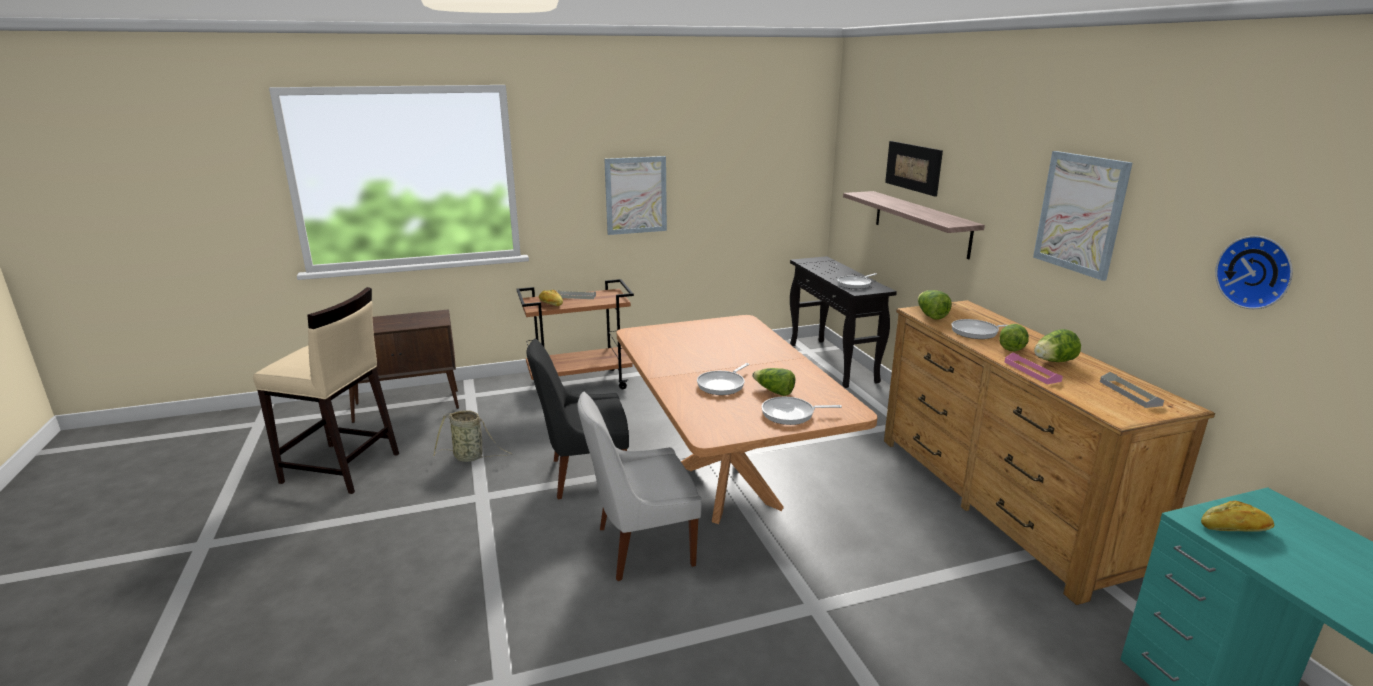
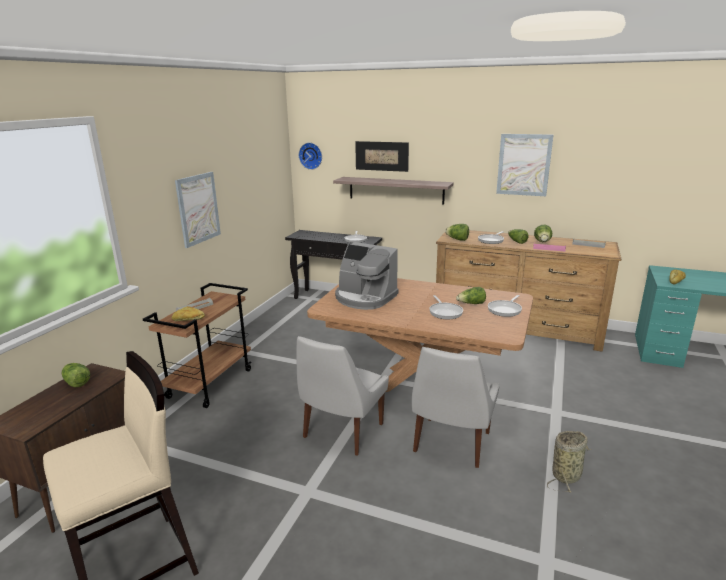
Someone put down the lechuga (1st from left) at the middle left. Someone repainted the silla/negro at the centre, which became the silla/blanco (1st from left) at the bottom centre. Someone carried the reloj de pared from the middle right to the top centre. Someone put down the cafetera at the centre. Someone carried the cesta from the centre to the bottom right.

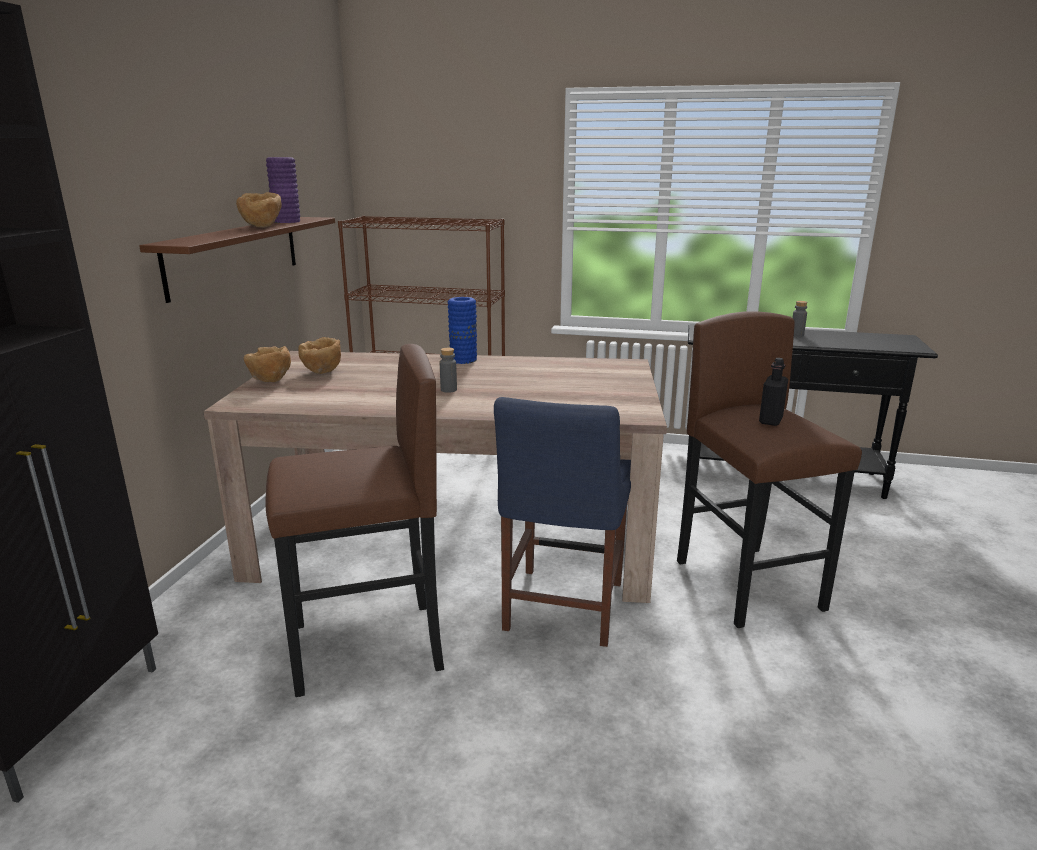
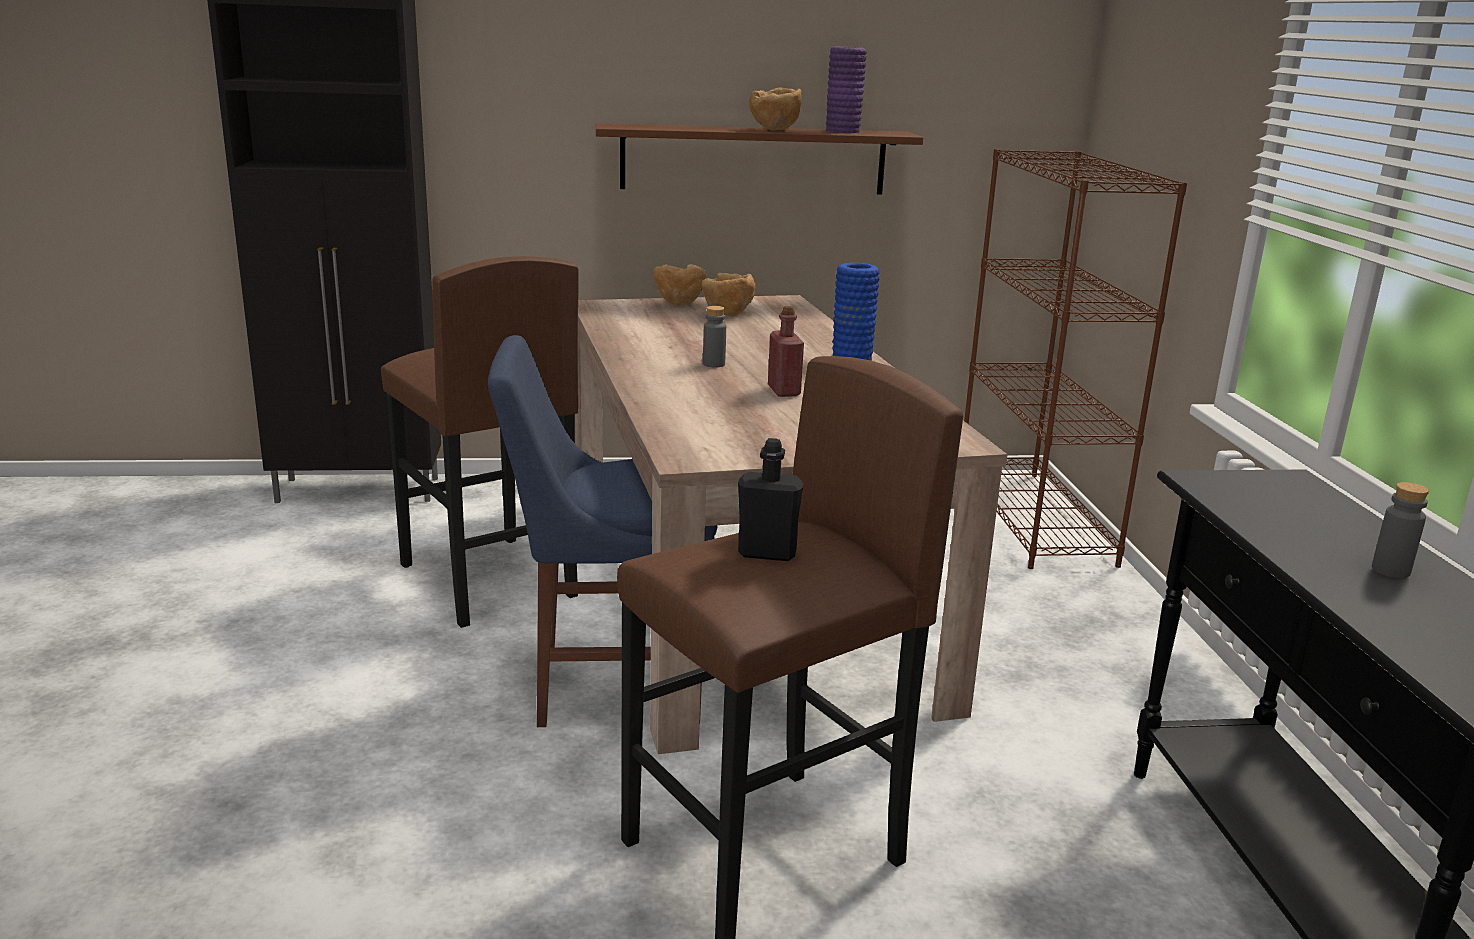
Someone put down the botella/rojo at the centre.

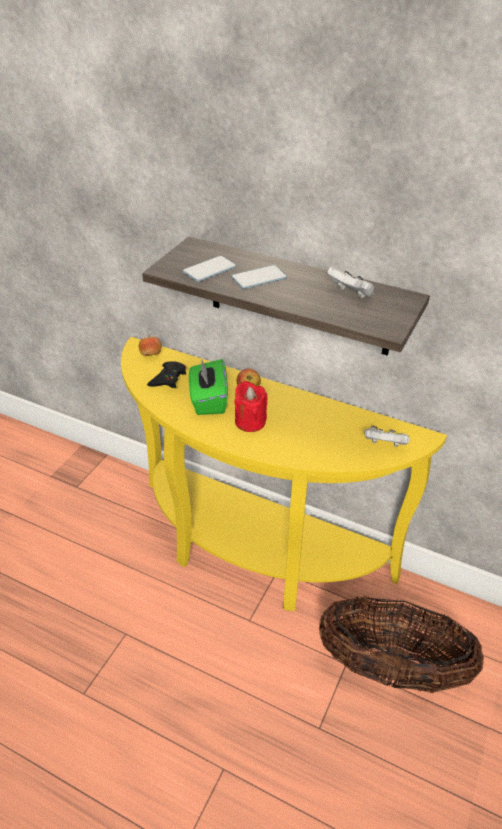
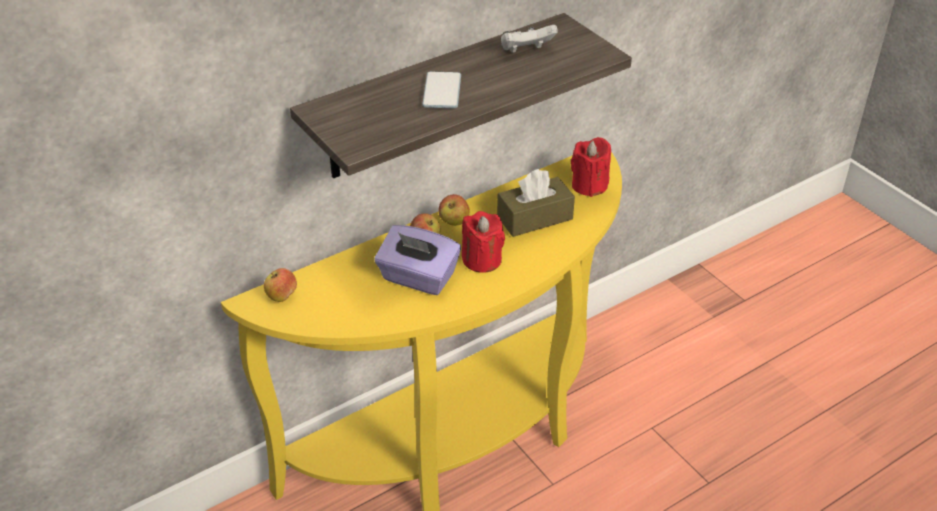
Someone repainted the caja de pañuelos/verde at the centre, which became the caja de pañuelos/morado at the centre. Someone put down the manzana (3rd from left) at the centre. Someone put down the caja de pañuelos/marrón at the centre. Someone swapped the mando de consola/blanco (2nd from left) at the middle right for the vela/rojo (2nd from left) at the top centre. Someone took away the mando de consola/negro at the middle left. Someone took away the móvil (1st from left) at the top centre. Someone took away the cesta at the bottom right.

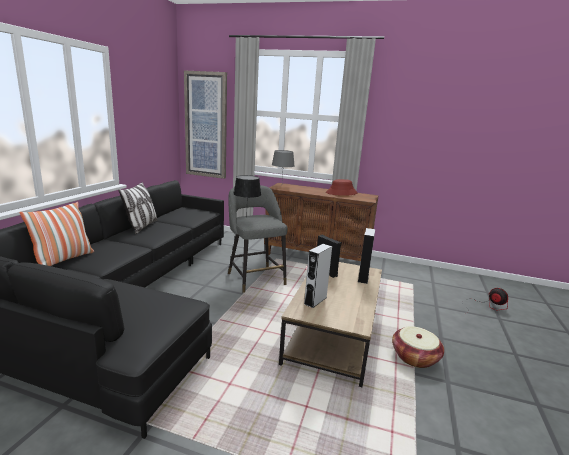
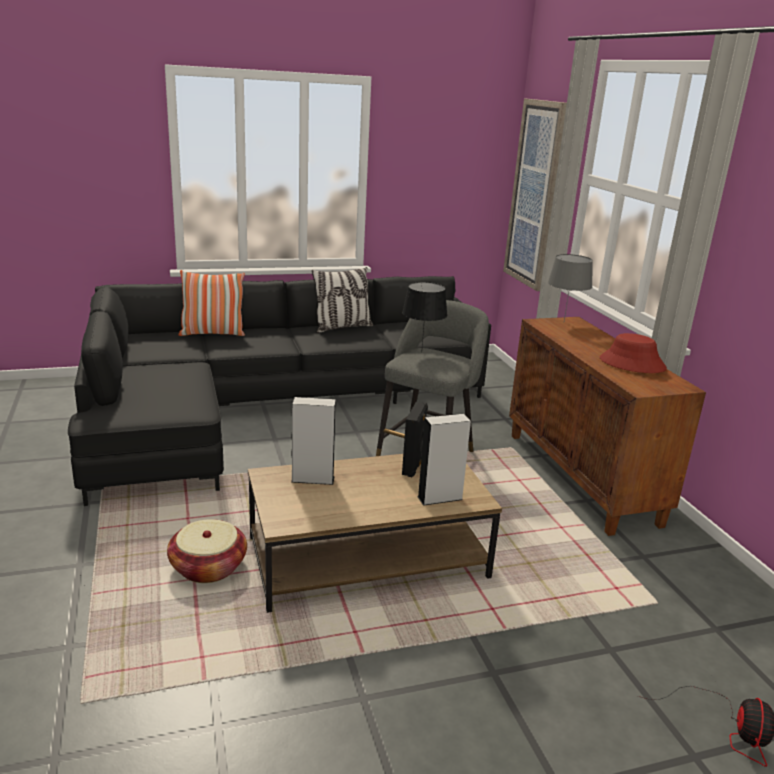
Someone carried the cesta from the bottom right to the bottom left.

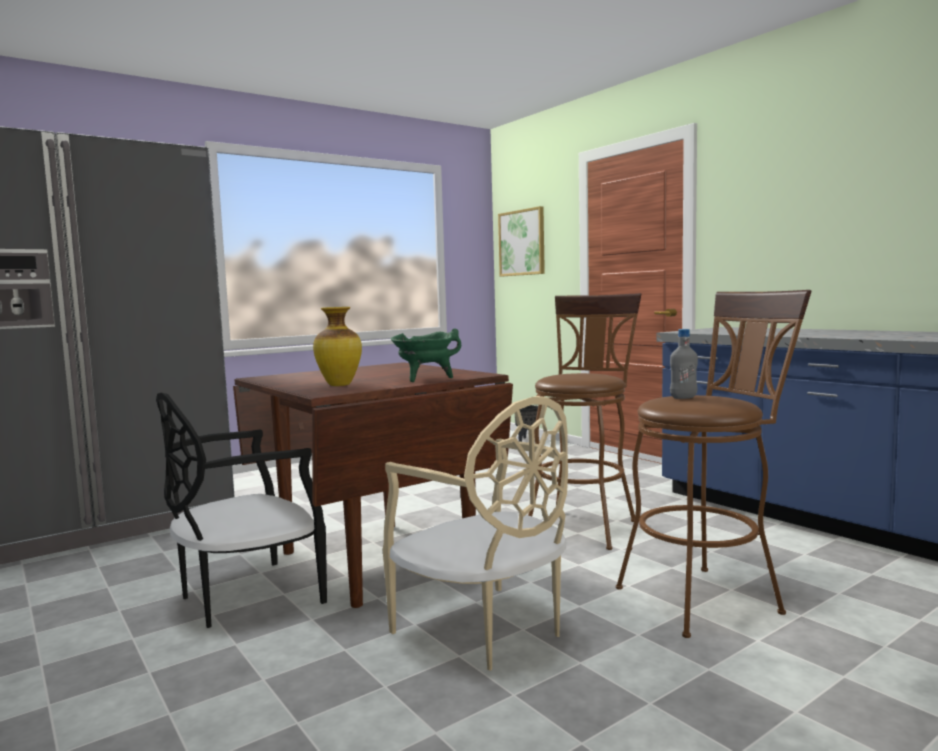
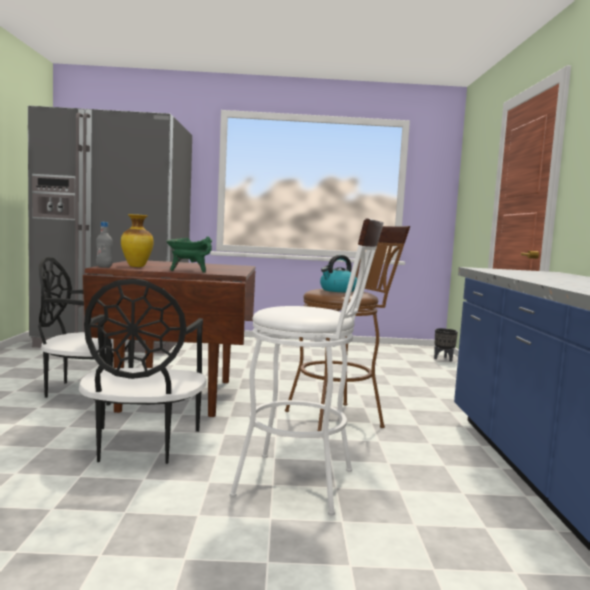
Someone repainted the silla/beis at the bottom centre, which became the silla/negro (2nd from left) at the middle left. Someone carried the botella/gris from the middle right to the middle left. Someone repainted the taburete/marrón (2nd from left) at the middle right, which became the taburete/blanco at the centre. Someone put down the hervidor at the centre. Someone took away the cuadro at the top centre.

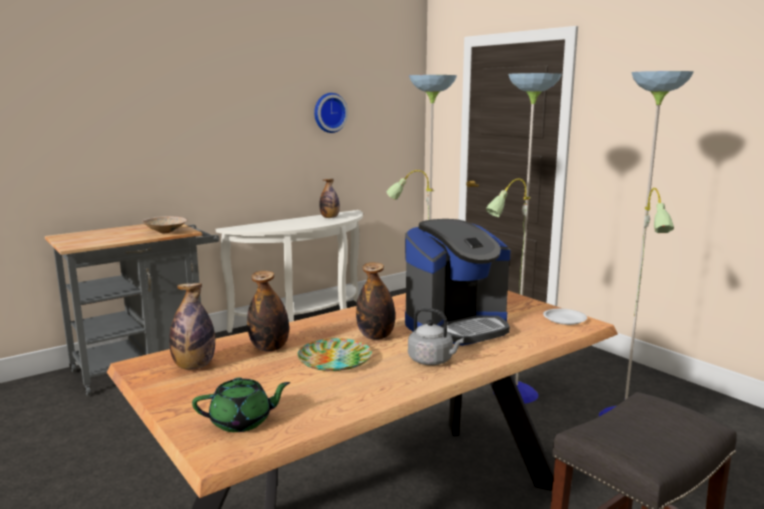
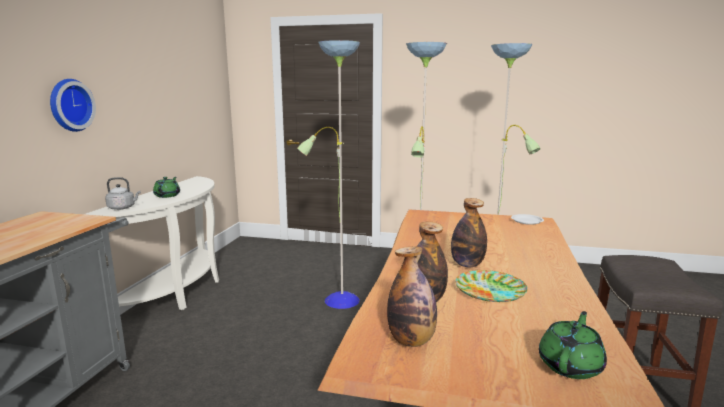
Someone carried the reloj de pared from the top centre to the top left. Someone carried the hervidor/gris from the centre to the middle left. Someone put down the tetera/verde (1st from left) at the middle left. Someone took away the cuenco/beis at the middle left. Someone took away the botella (3rd from left) at the centre. Someone took away the cafetera at the centre.

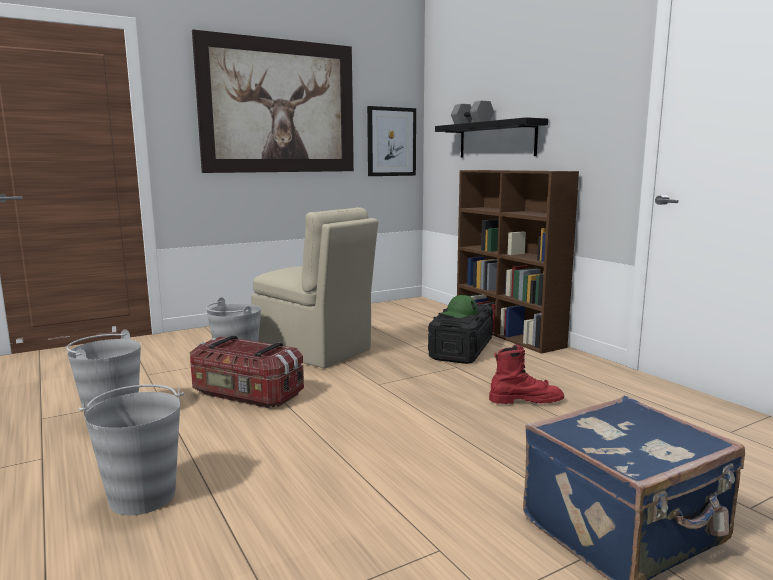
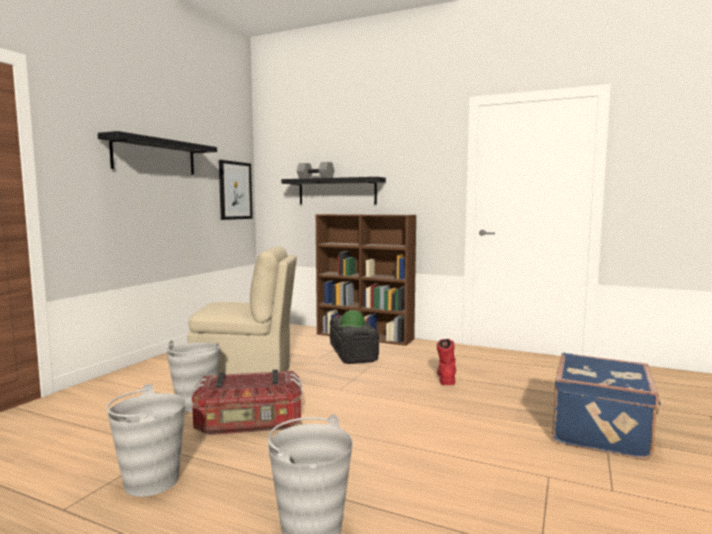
Someone swapped the cuadro (1st from left) at the top centre for the estante/negro (1st from left) at the top left. Someone rotated the bota/rojo at the middle right by 45 degrees counterclockwise.

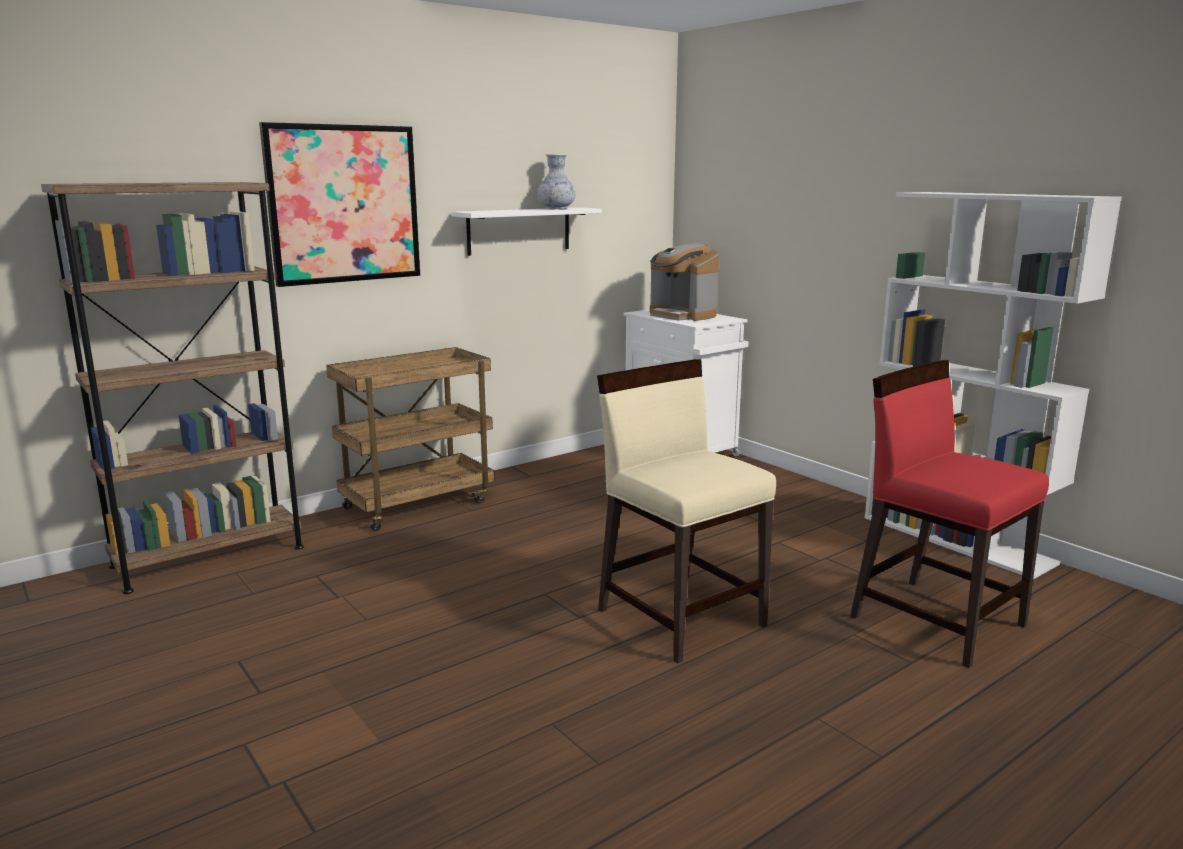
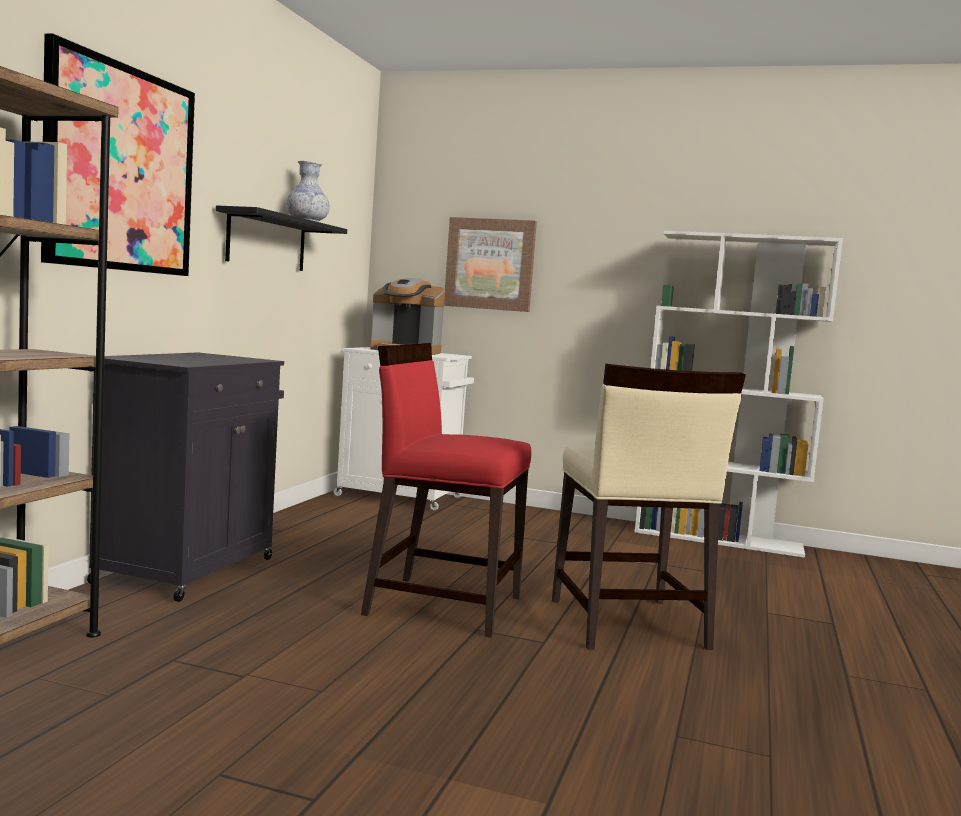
Someone swapped the carrito/marrón at the centre for the armario/negro at the middle left. Someone repainted the estante/blanco at the top centre, which became the estante/negro at the top left. Someone carried the silla/rojo from the middle right to the centre. Someone put up the cuadro (2nd from left) at the top centre. Someone rotated the silla/beis at the centre by 120 degrees counterclockwise.

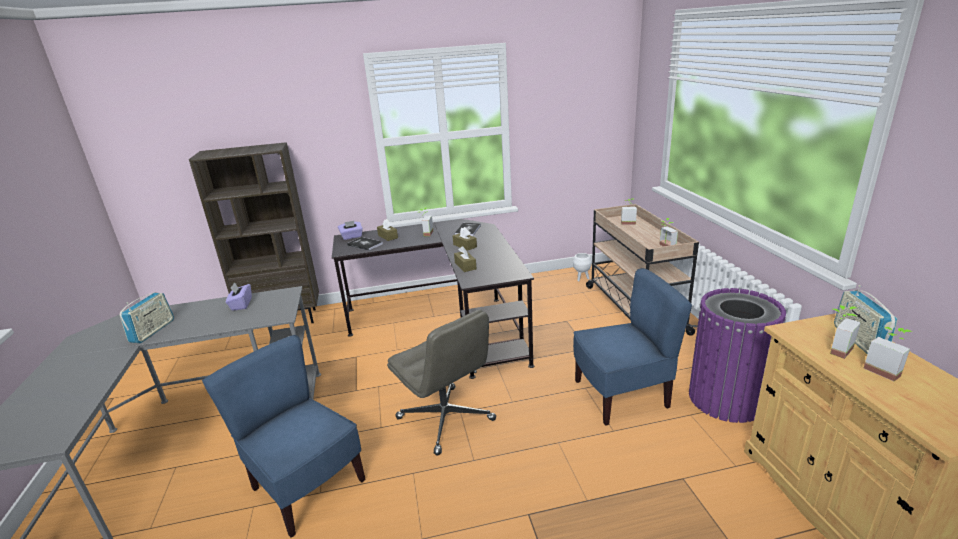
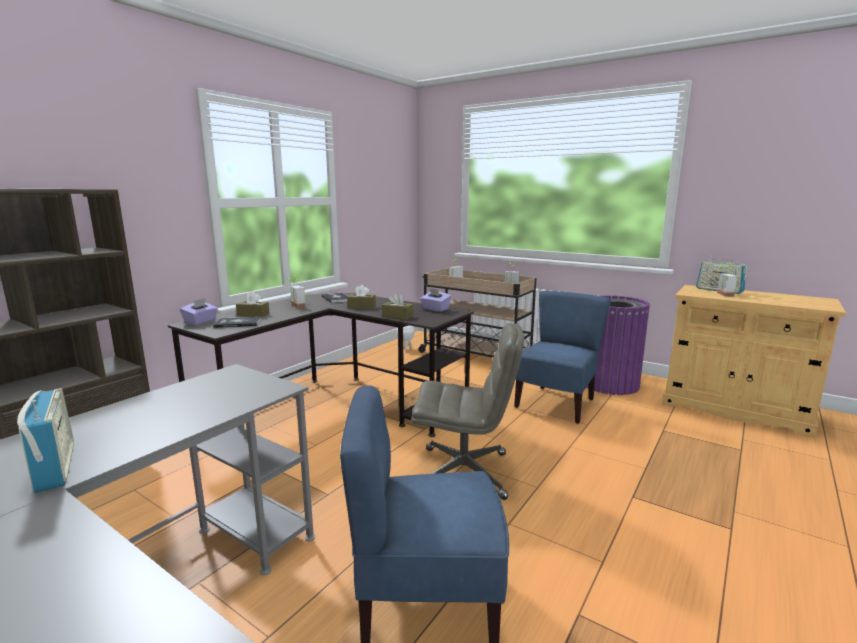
Someone carried the caja de pañuelos/morado (1st from left in the first image) from the middle left to the centre. Someone took away the planta en maceta (5th from left) at the middle right.

